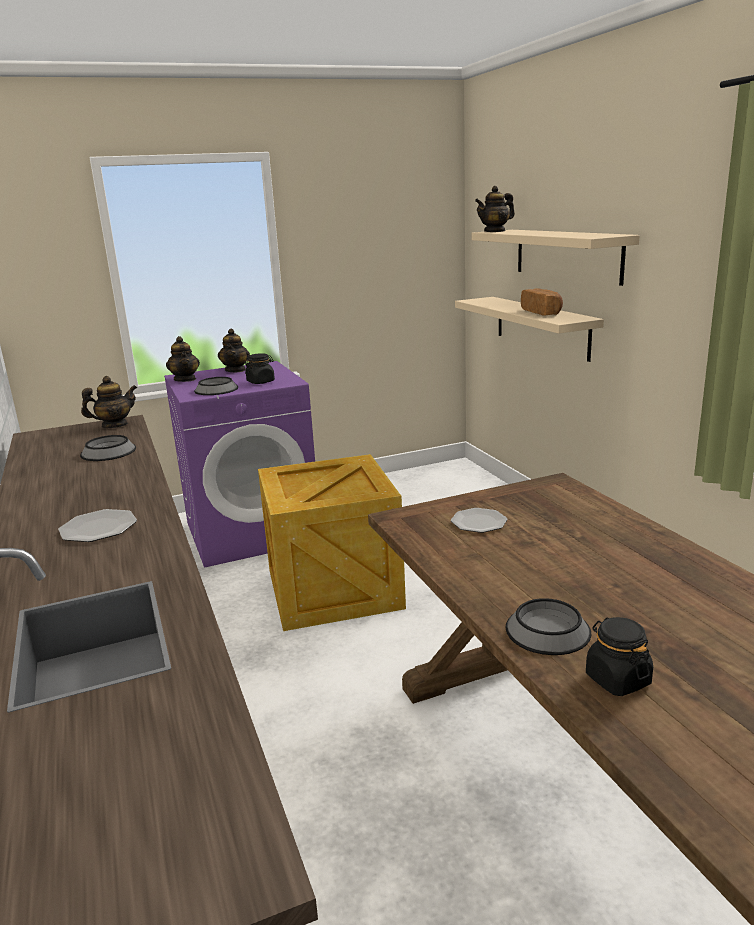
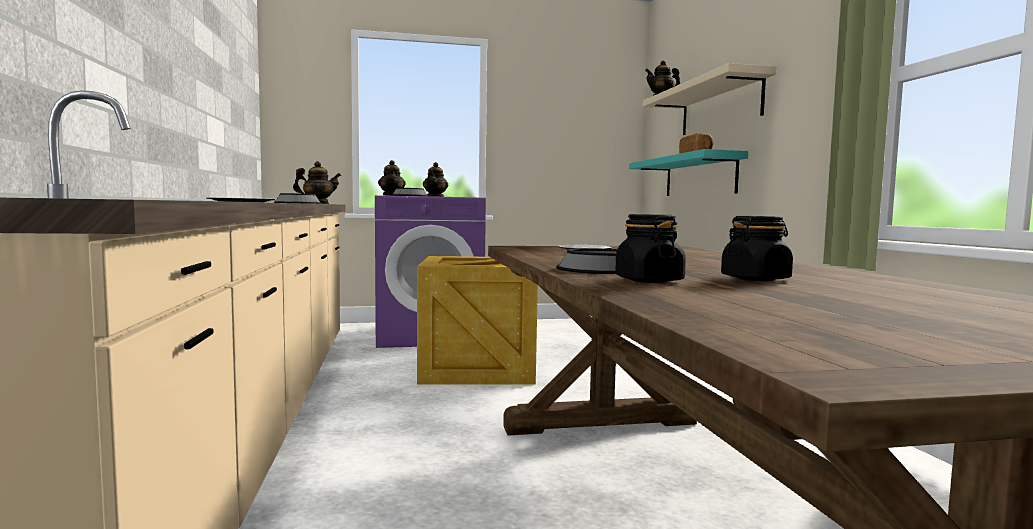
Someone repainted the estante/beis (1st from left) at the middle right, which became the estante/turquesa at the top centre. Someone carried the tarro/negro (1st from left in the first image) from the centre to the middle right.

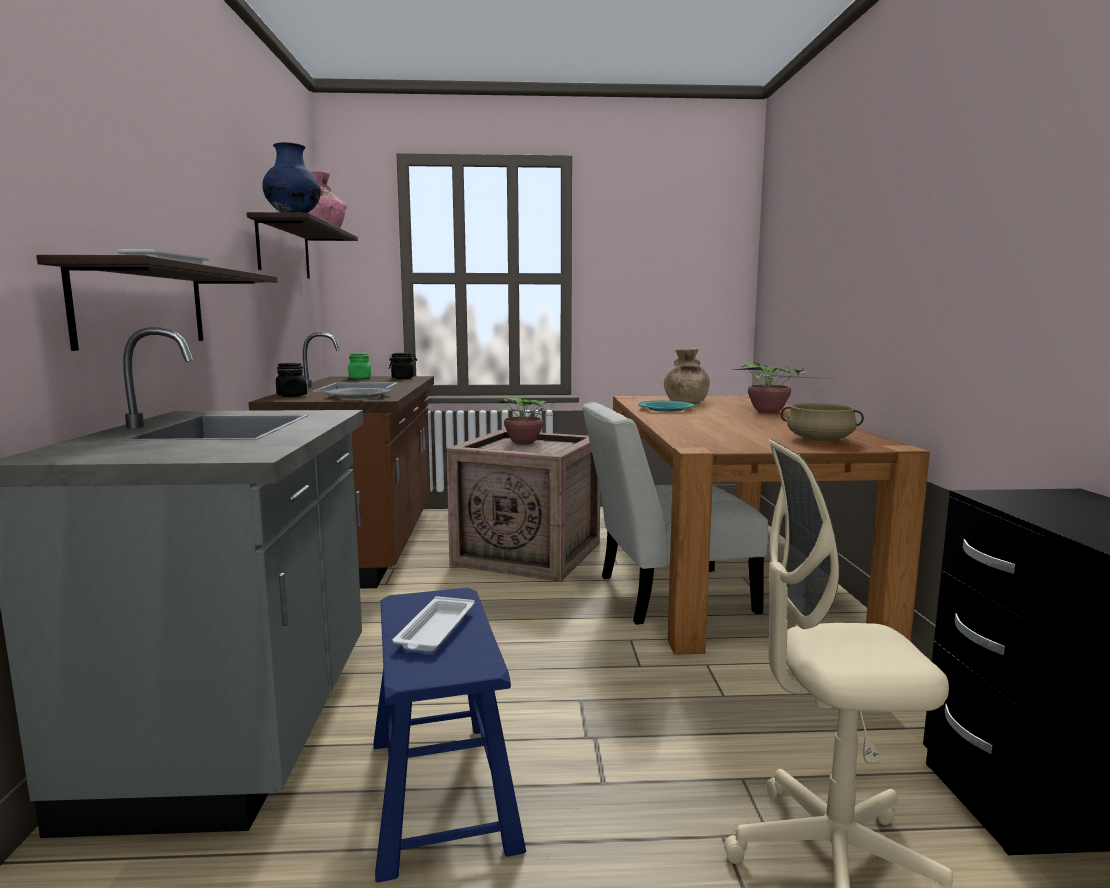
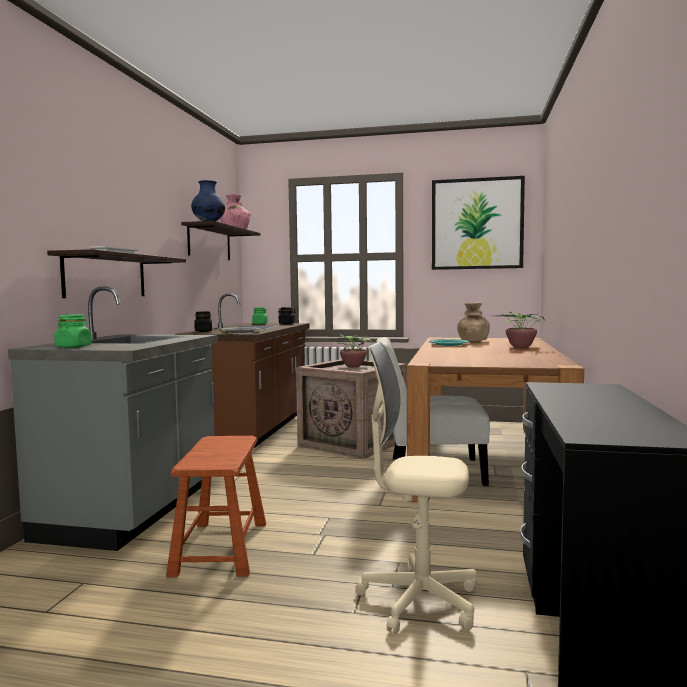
Someone put down the tarro/verde (1st from left) at the middle left. Someone repainted the taburete/azul at the bottom centre, which became the taburete/marrón at the bottom left. Someone put up the cuadro at the top right. Someone took away the bandeja/blanco (2nd from left) at the bottom centre. Someone took away the olla/beis at the middle right.

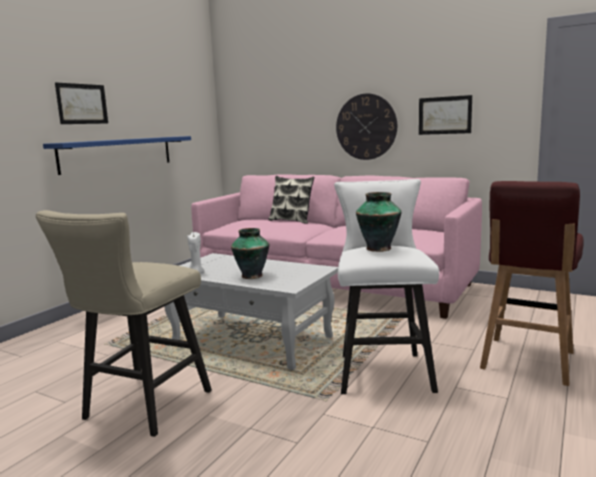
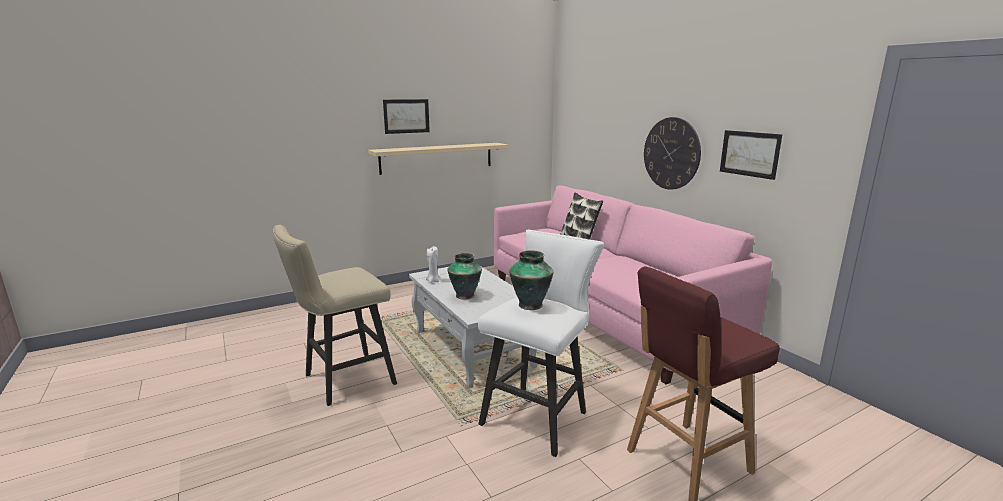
Someone repainted the estante/azul at the top left, which became the estante/beis at the top centre.

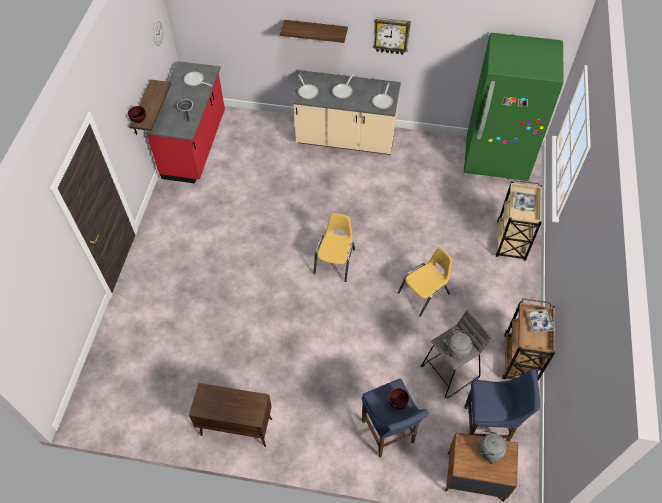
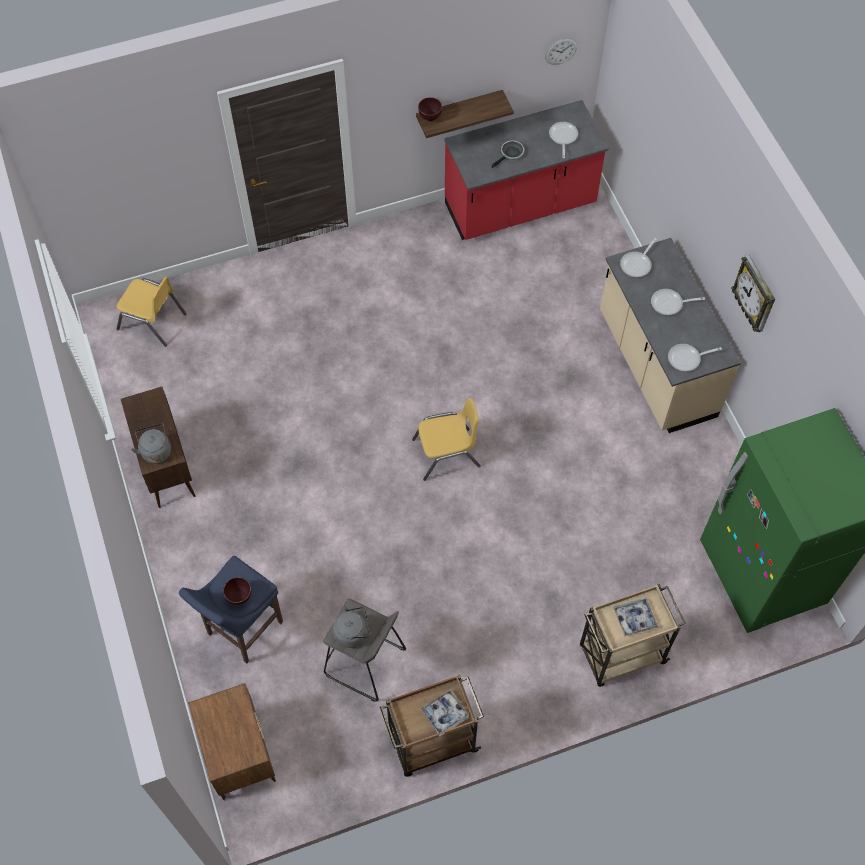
Someone carried the silla/amarillo (2nd from left in the first image) from the centre to the middle left. Someone carried the hervidor/gris (2nd from left in the first image) from the bottom right to the middle left. Someone took away the estante (2nd from left) at the top centre. Someone took away the taburete/azul (2nd from left) at the bottom right.

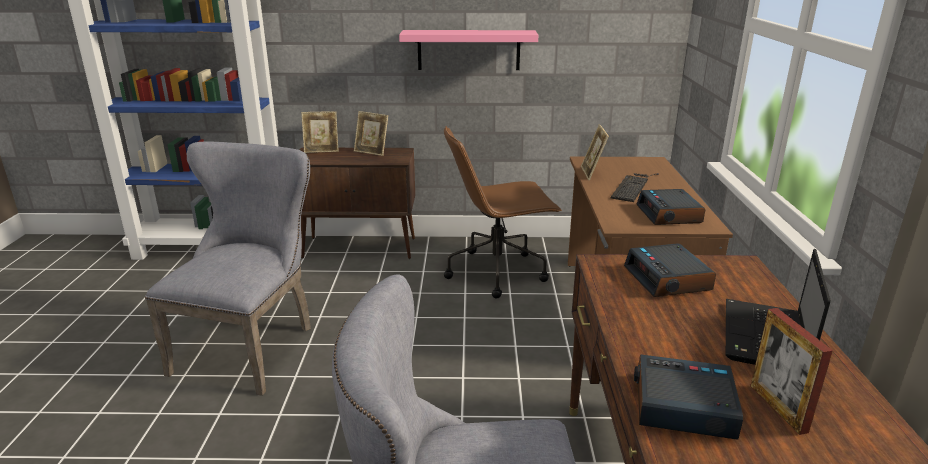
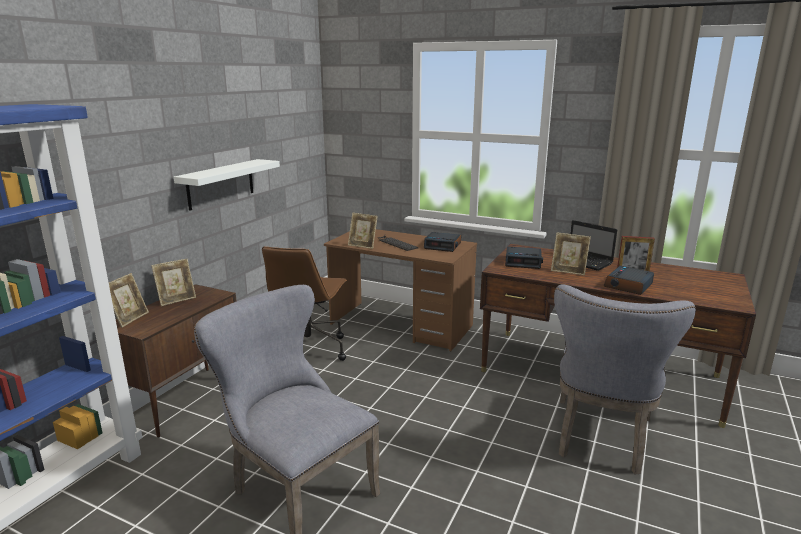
Someone repainted the estante/rosa at the top centre, which became the estante/blanco at the middle left. Someone put down the portarretratos (4th from left) at the middle right.

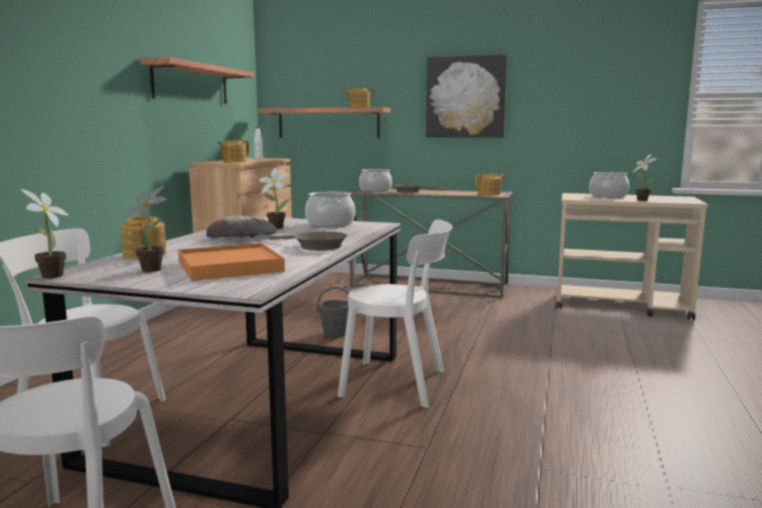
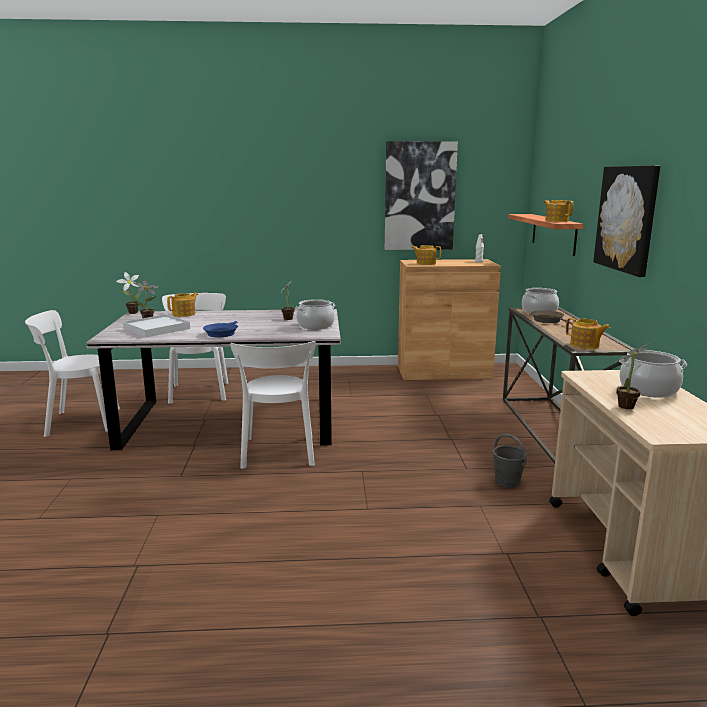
Someone repainted the bandeja/naranja at the middle left, which became the bandeja/blanco at the middle left. Someone repainted the sartén/marrón (1st from left) at the centre, which became the sartén/azul at the middle left. Someone swapped the estante (1st from left) at the top left for the cuadro (1st from left) at the top centre. Someone carried the cubo/gris from the centre to the middle right. Someone took away the pan at the middle left.

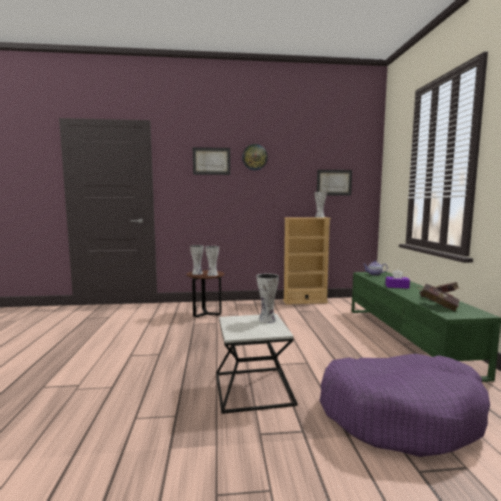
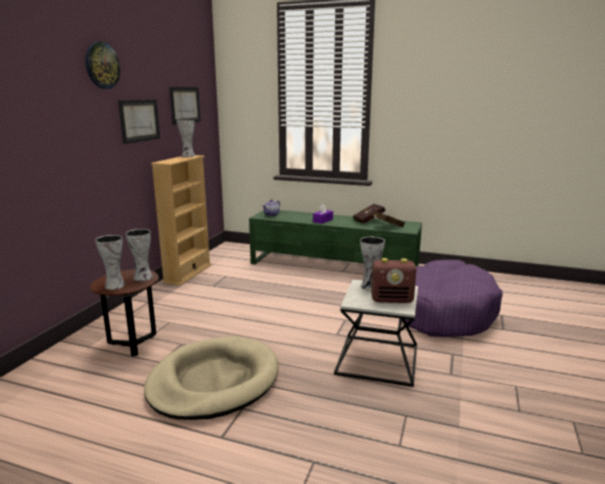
Someone carried the cuadro (1st from left) from the top centre to the top left. Someone put down the cama para perro/beis at the bottom centre. Someone put down the radio at the centre.

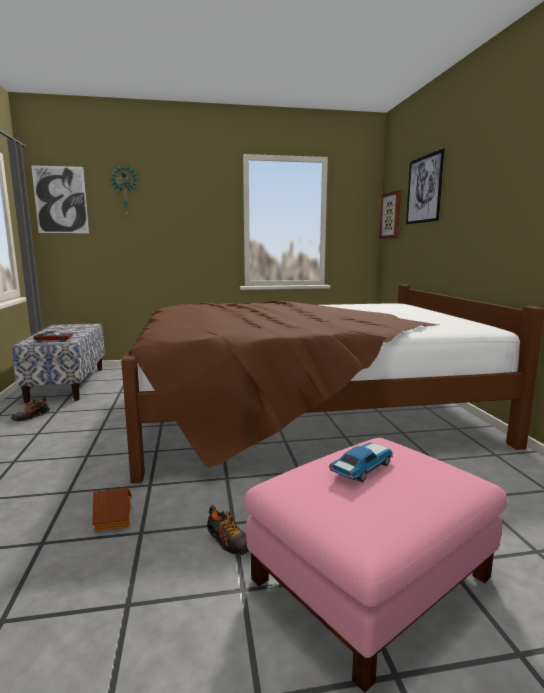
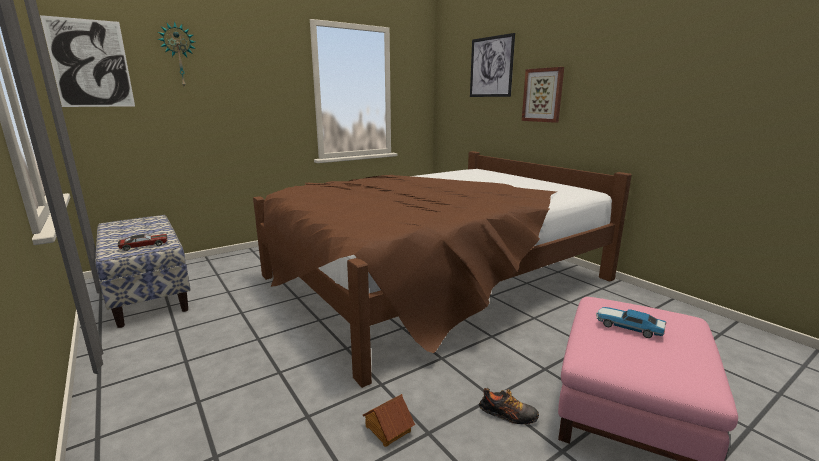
Someone carried the cuadro (2nd from left in the first image) from the top right to the top centre. Someone rotated the coche de juguete (2nd from left) at the bottom centre by 75 degrees counterclockwise. Someone took away the zapato (1st from left) at the middle left.

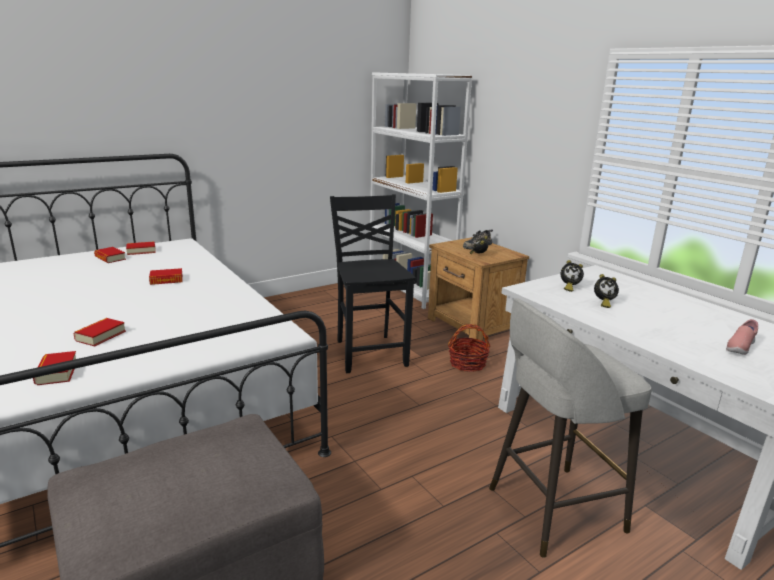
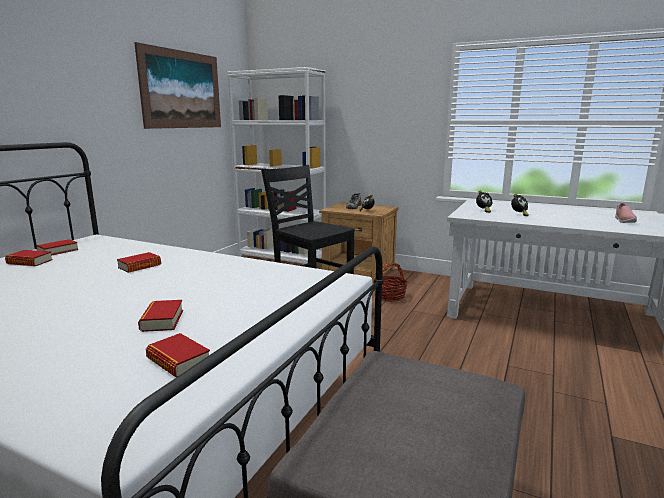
Someone put up the cuadro at the top left. Someone took away the taburete/gris at the bottom right.

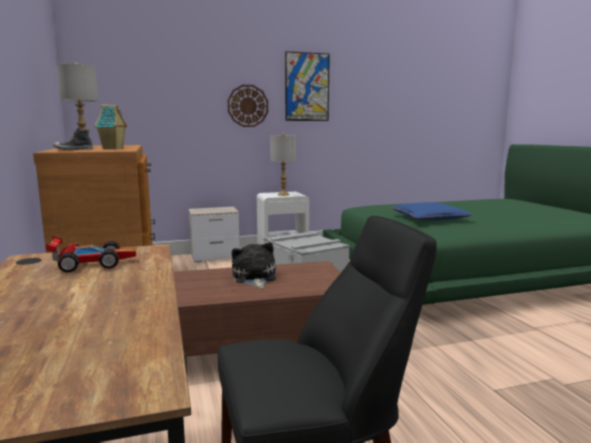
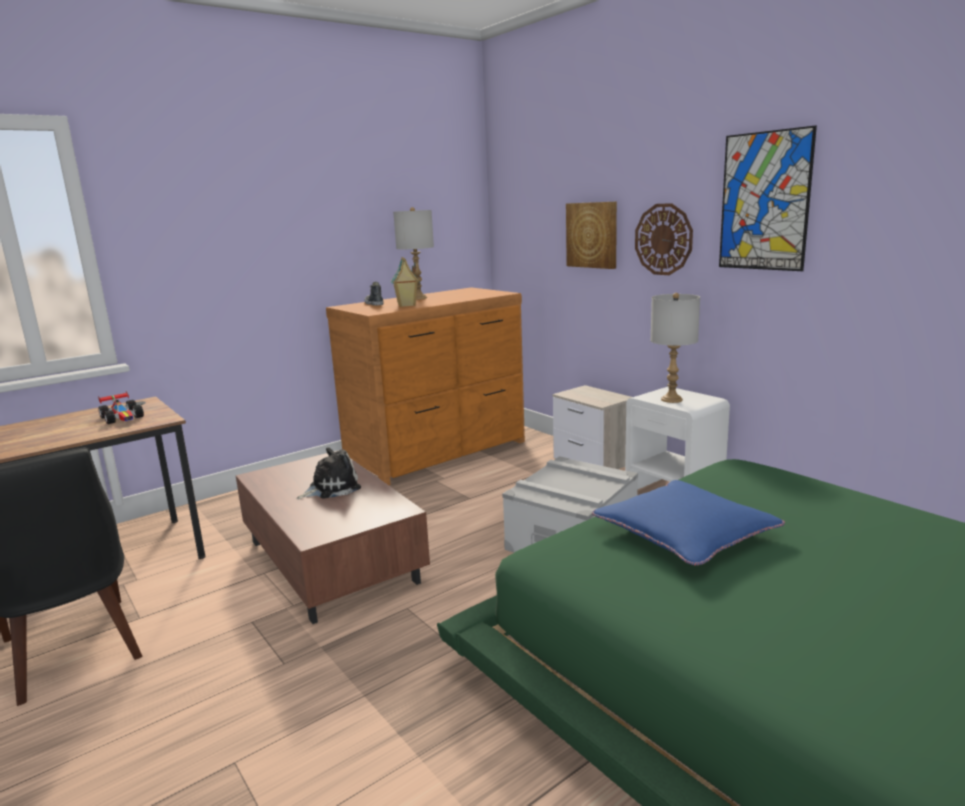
Someone put up the cuadro (1st from left) at the top centre.

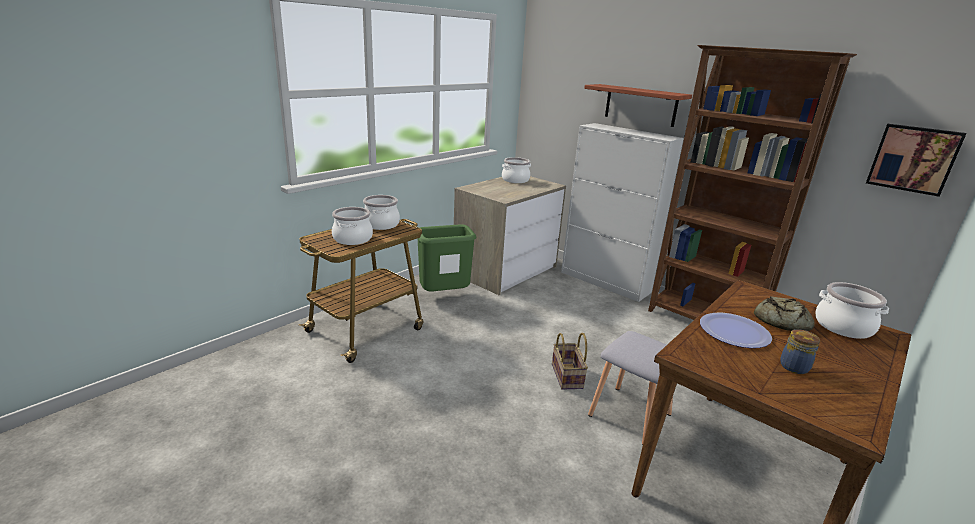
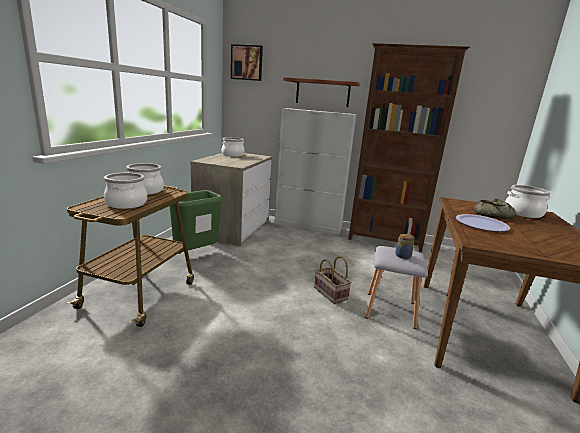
Someone carried the cuadro from the top right to the top centre. Someone carried the tarro from the bottom right to the middle right.

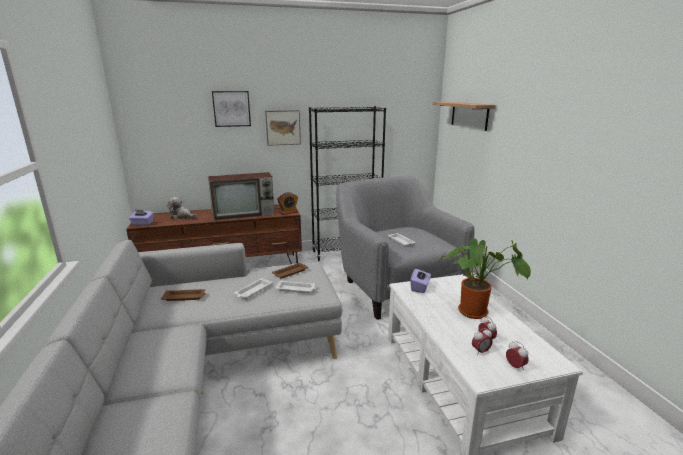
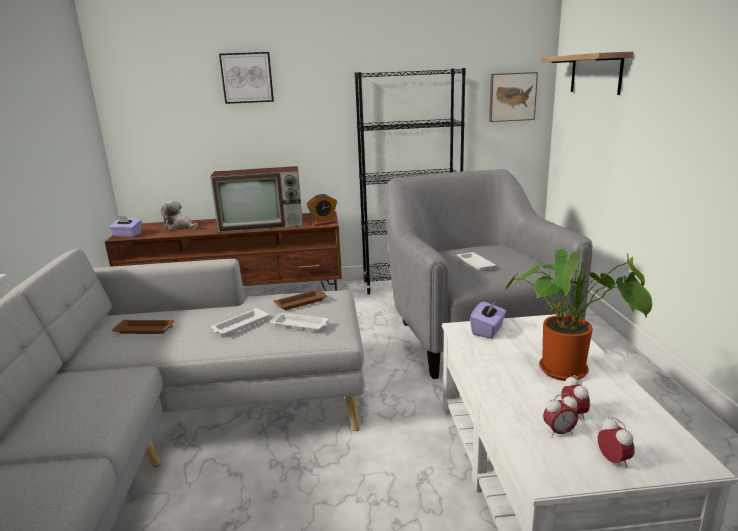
Someone carried the cuadro (2nd from left) from the top centre to the top right.

